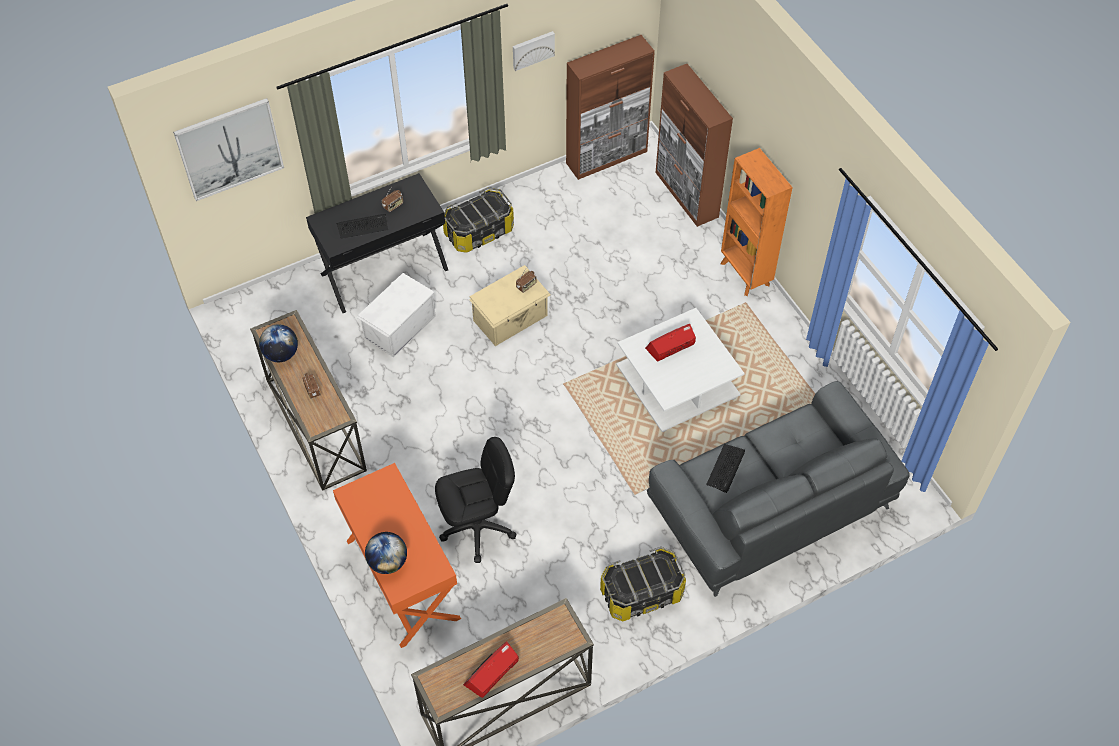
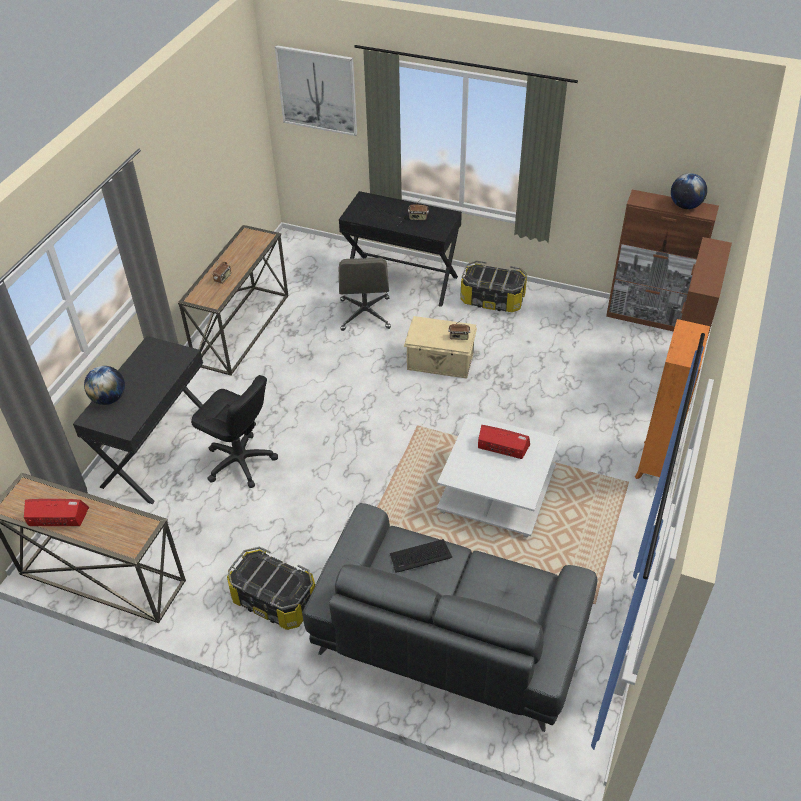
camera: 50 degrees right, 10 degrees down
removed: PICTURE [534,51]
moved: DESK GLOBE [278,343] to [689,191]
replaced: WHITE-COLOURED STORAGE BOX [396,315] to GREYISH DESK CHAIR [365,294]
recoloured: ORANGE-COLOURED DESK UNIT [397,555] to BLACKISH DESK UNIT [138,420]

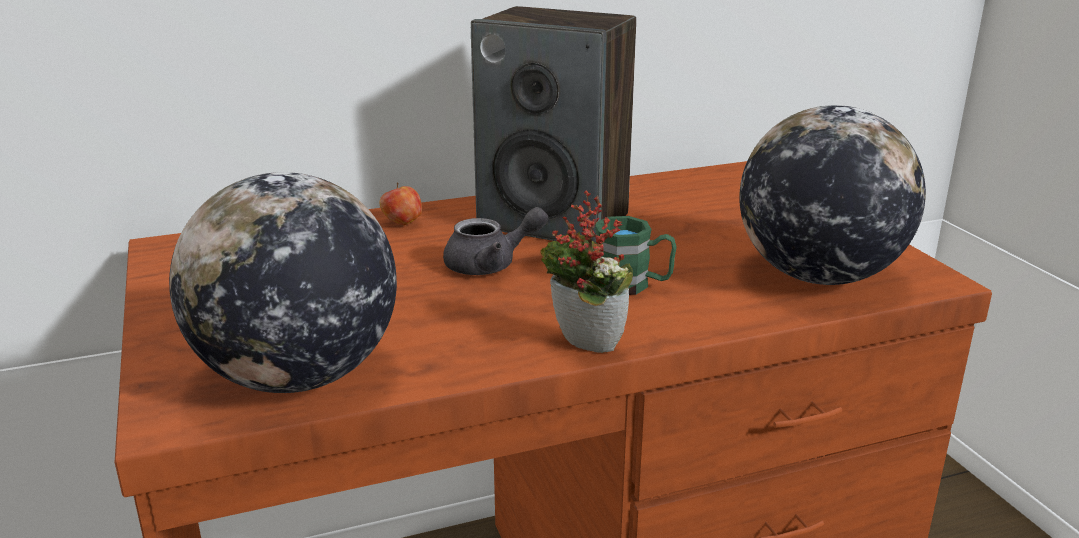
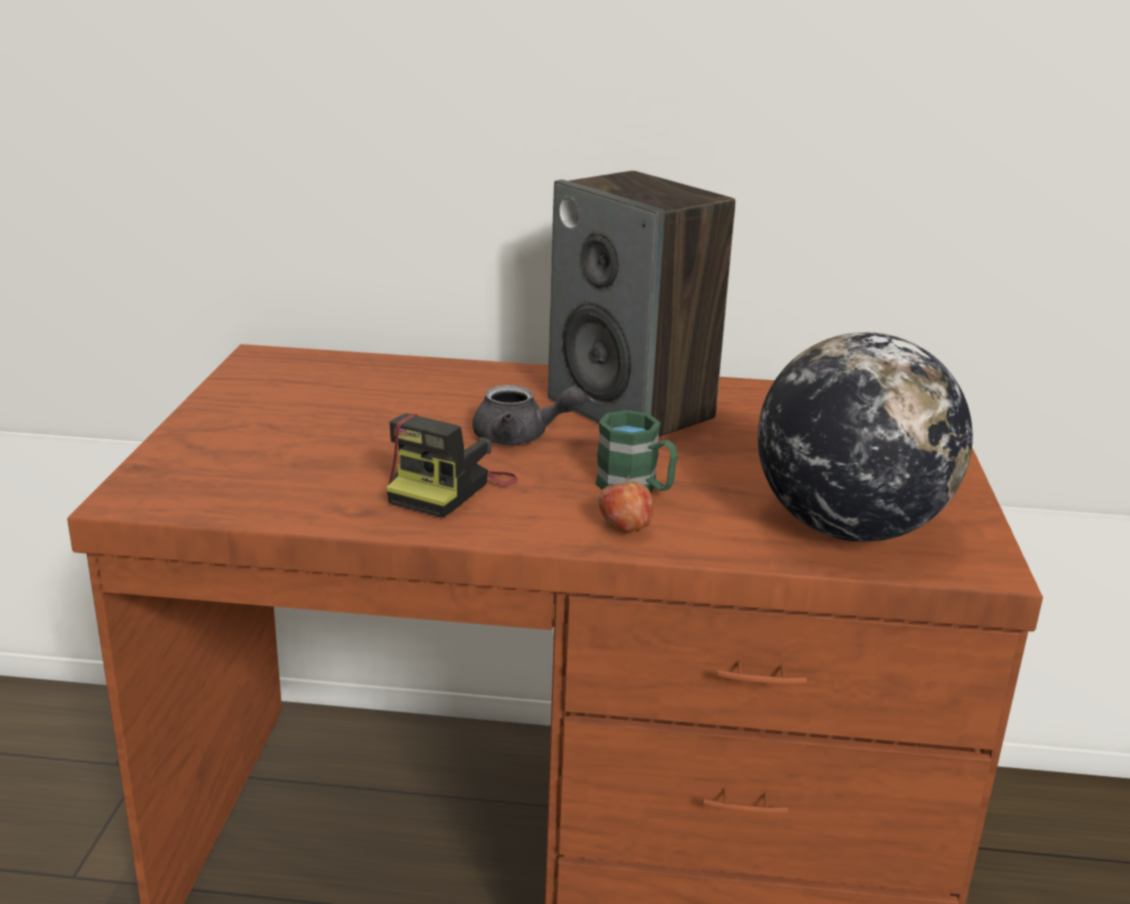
camera: 25 degrees right, 0 degrees up
removed: DESK GLOBE [283,282]; HOUSEPLANT [586,271]
added: PHOTO CAMERA [451,466]
moved: APPLE [400,204] to [625,504]

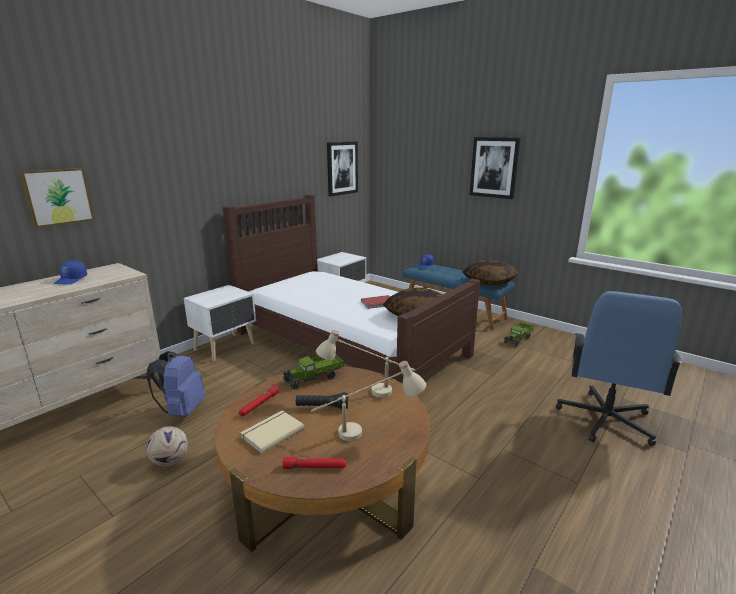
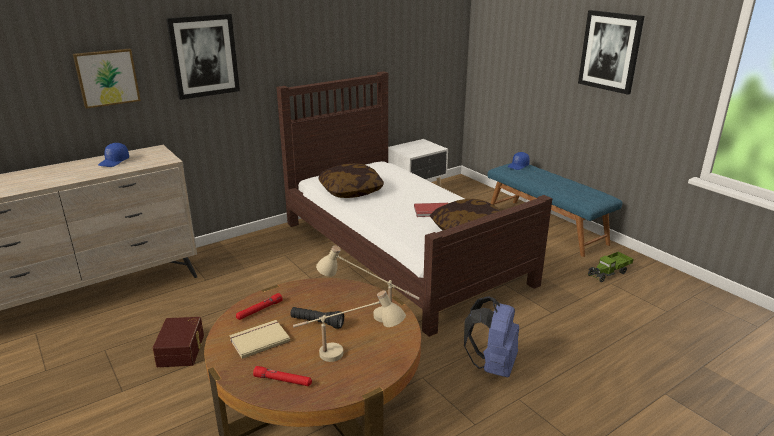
camera: 15 degrees right, 5 degrees up
removed: WHITE-COLOURED BEDSIDE TABLE [220,323]; BLUE DESK CHAIR [619,368]; TOY LORRY [313,372]
moved: PICTURE [342,169] to [203,57]; PILLOW [490,273] to [351,181]; BLUE KNAPSACK [175,383] to [491,336]
replaced: FOOTBALL [167,446] to BROWN-COLOURED STORAGE BOX [178,342]

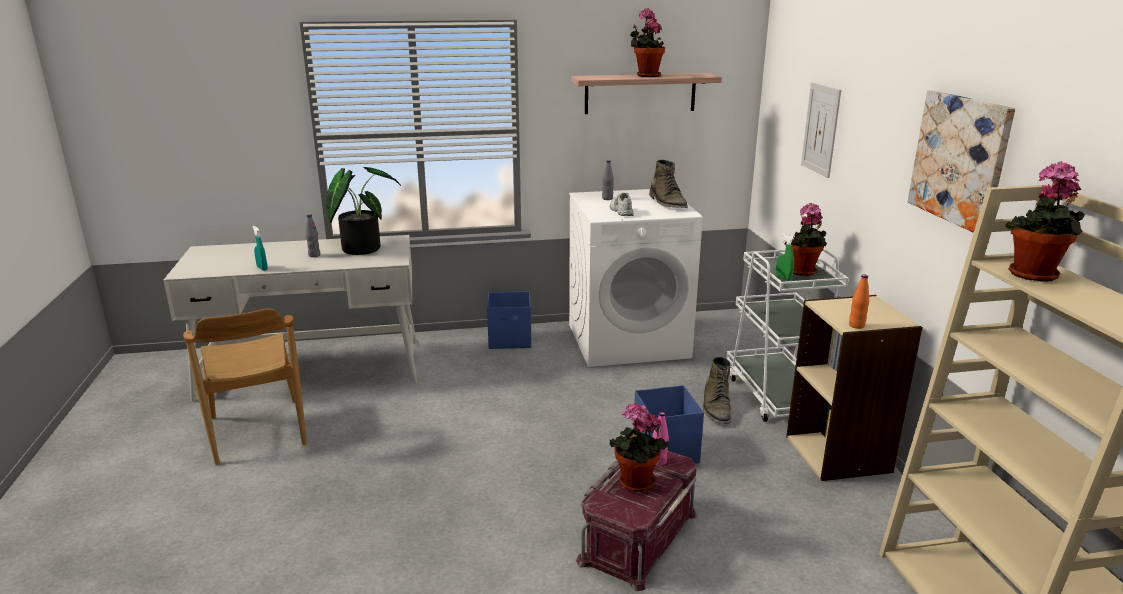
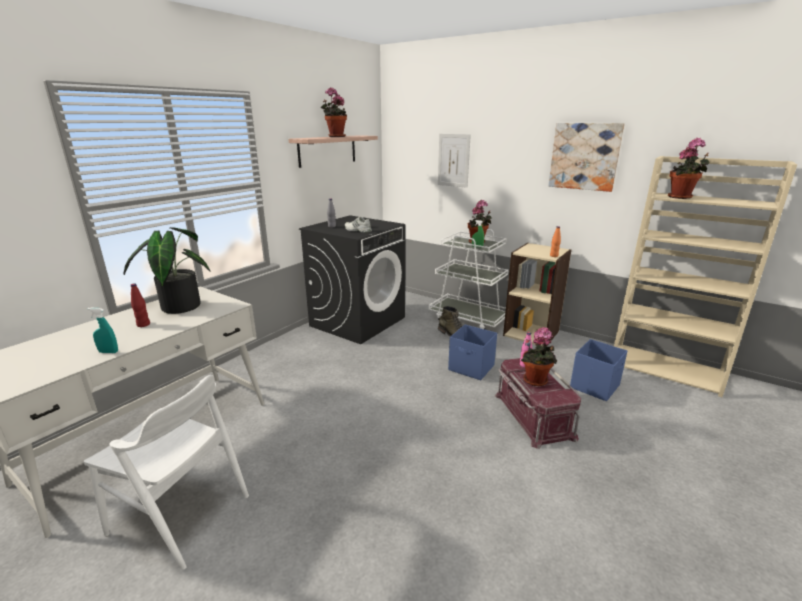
camera: 45 degrees left, 0 degrees up
removed: GREEN BOOT [668,184]
moved: BLUE STORAGE BOX [509,320] to [598,370]
recoloured: WHITE-COLOURED LAUNDRY APPLIANCE [636,278] to BLACKISH LAUNDRY APPLIANCE [352,279]; GREYISH BEVERAGE BOTTLE [313,235] to REDDISH BEVERAGE BOTTLE [140,305]; BROWN-COLOURED CHAIR [245,386] to WHITE-COLOURED CHAIR [166,472]

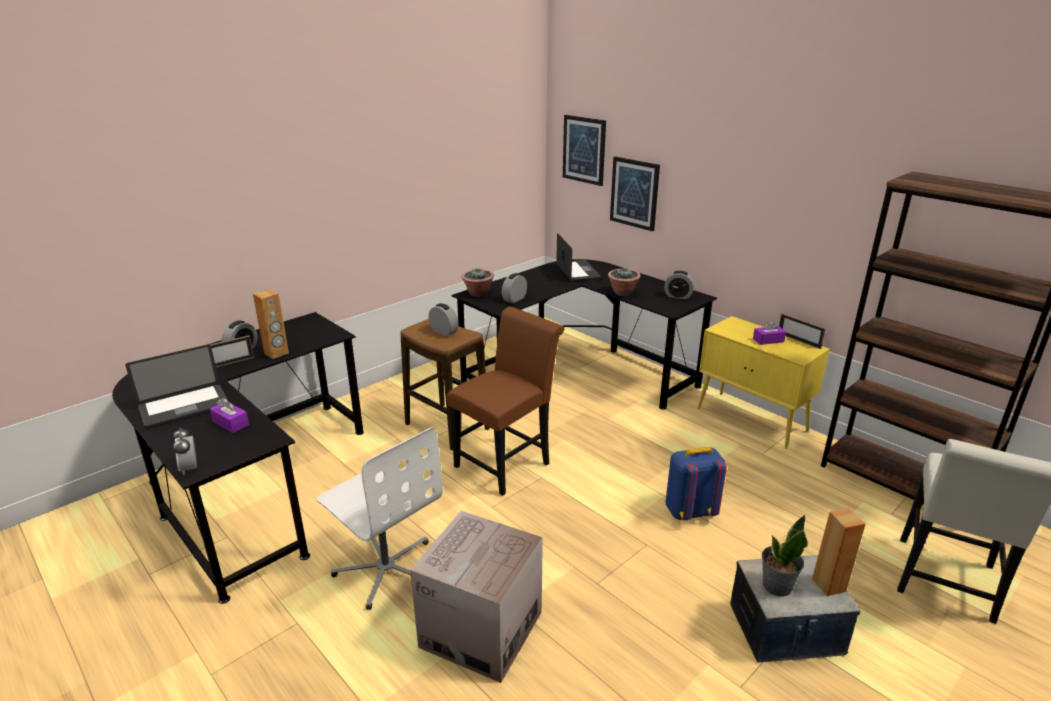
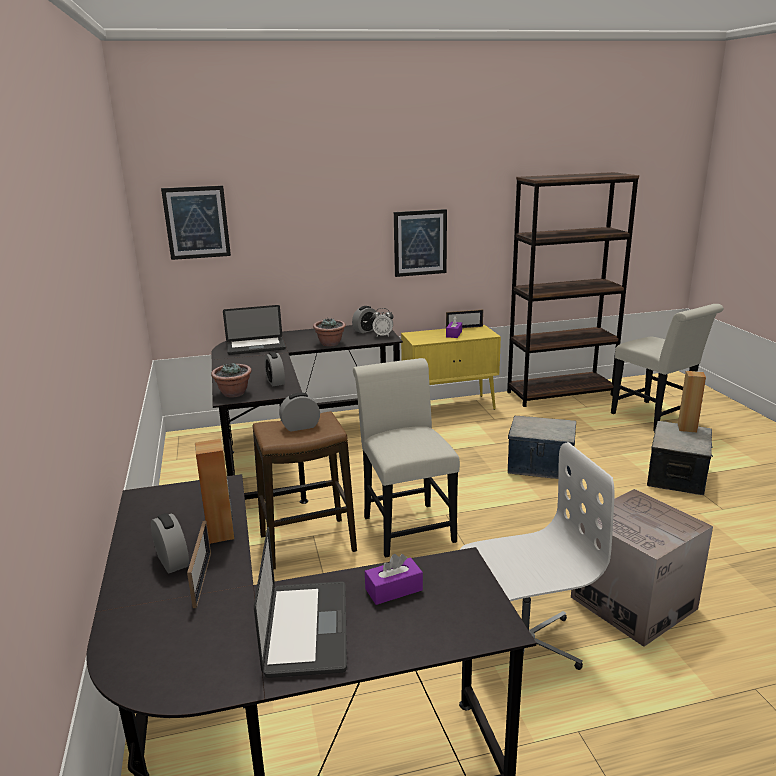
camera: 60 degrees left, 5 degrees down
removed: HOUSEPLANT [785,555]
moved: PICTURE [635,193] to [420,243]; BEDSIDE CLOCK [185,451] to [382,322]
replaced: BLUE KNAPSACK [696,483] to STORAGE BOX [542,447]
recoloured: BROWN-COLOURED CHAIR [505,401] to WHITE-COLOURED CHAIR [406,458]
turned: LAPTOP [578,257] = [254,330] 150 degrees clockwise

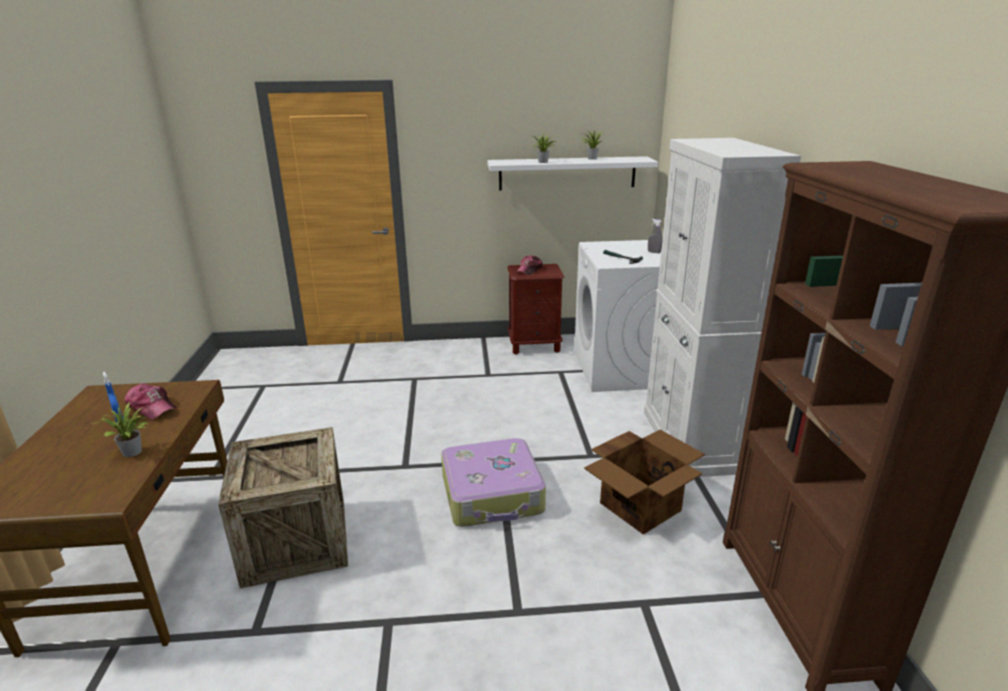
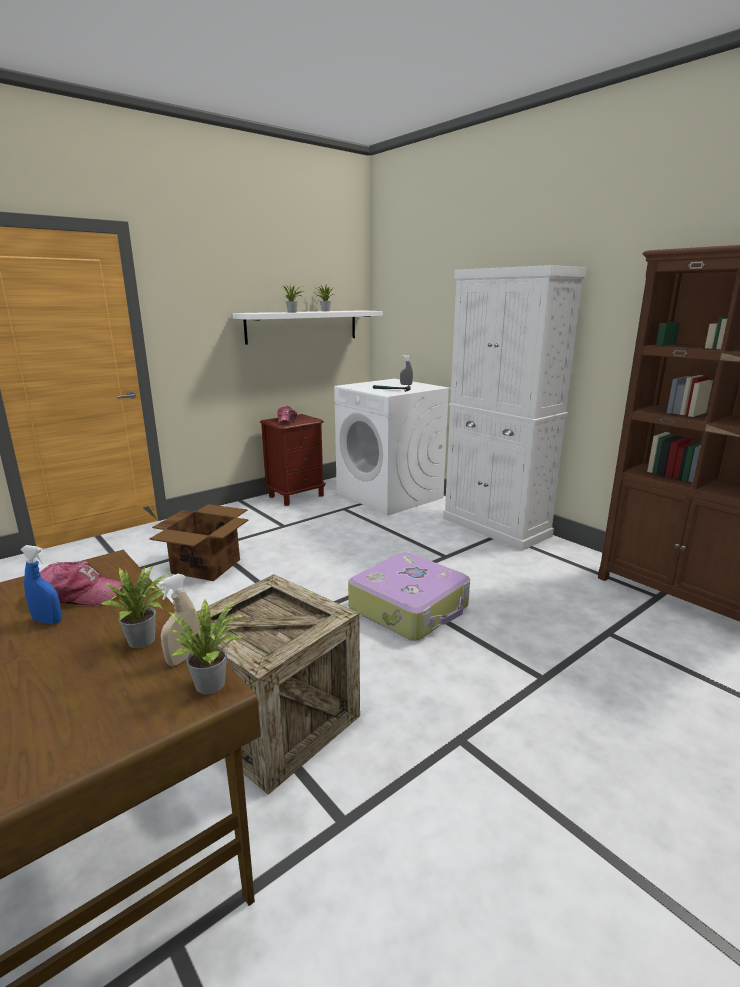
camera: 35 degrees left, 5 degrees down
added: SAND-COLOURED HAND SPRAYER [179,620]; HOUSEPLANT [207,647]
moved: CARDBOARD BOX [644,482] to [199,542]

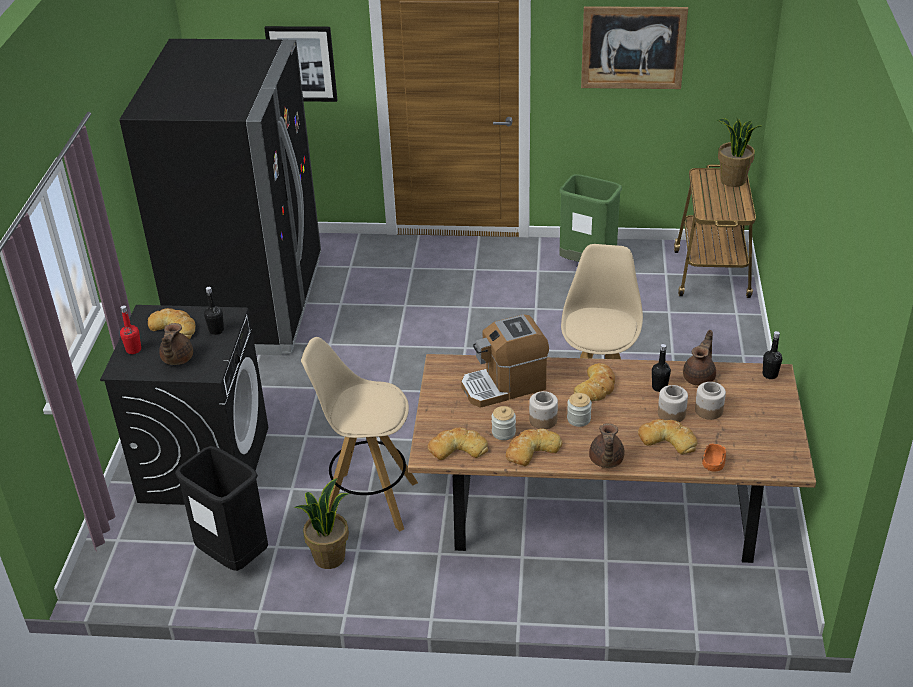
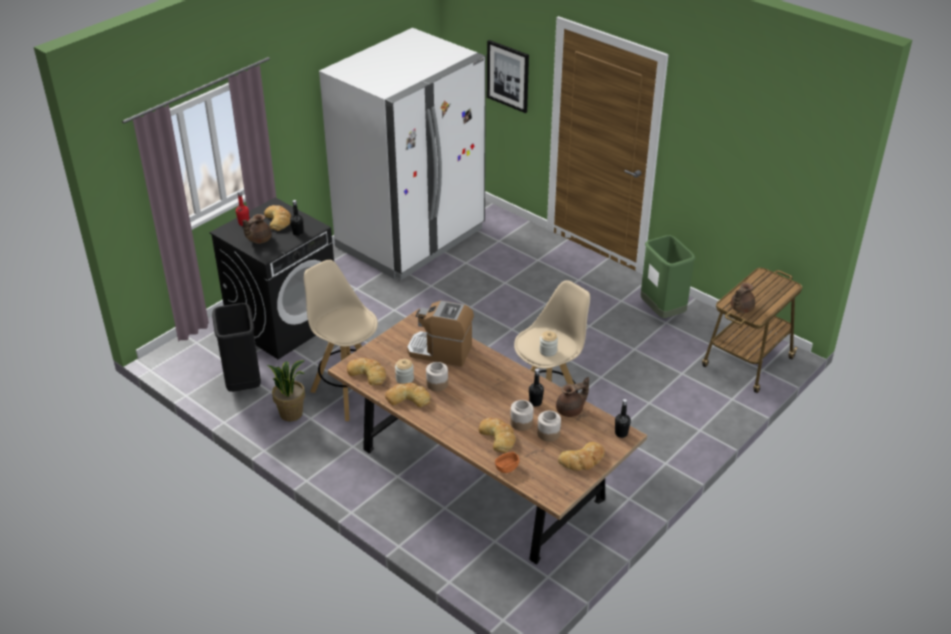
camera: 35 degrees right, 0 degrees up
removed: PICTURE [634,47]; HOUSEPLANT [738,152]
moved: BREAD [594,382] to [581,456]; STORAGE JAR [579,410] to [548,344]; BROWN-COLOURED POT FOR TEA [607,445] to [743,298]
recoloured: BLACKISH FRIDGE [220,197] to WHITE-COLOURED FRIDGE [402,154]

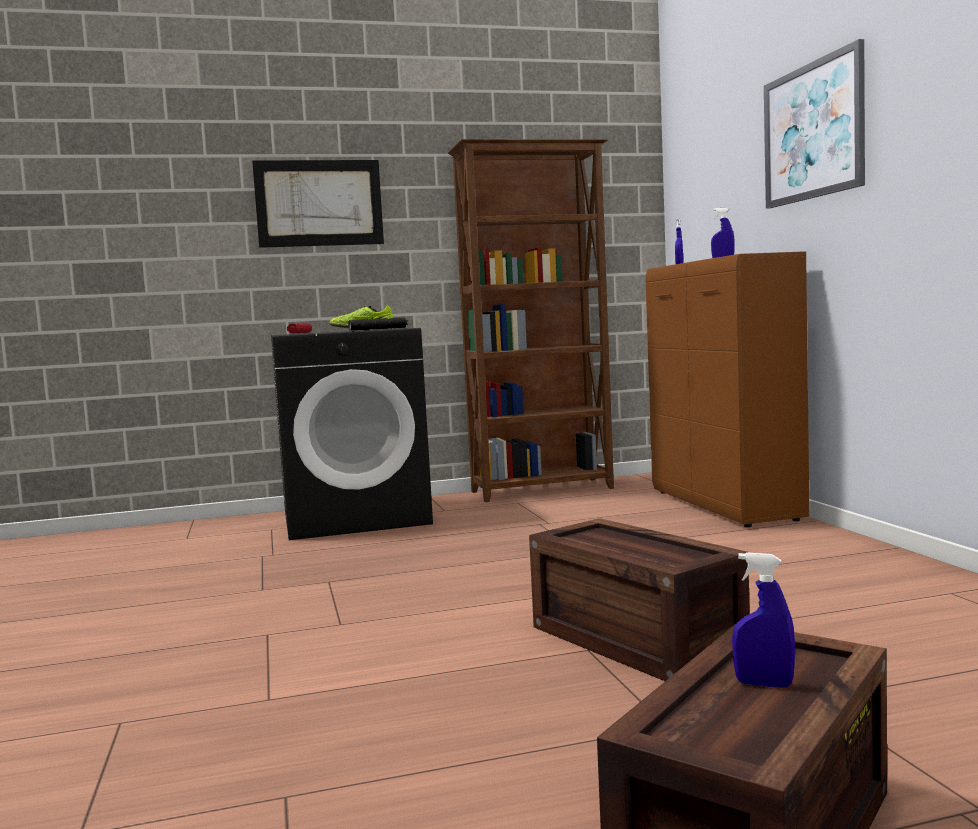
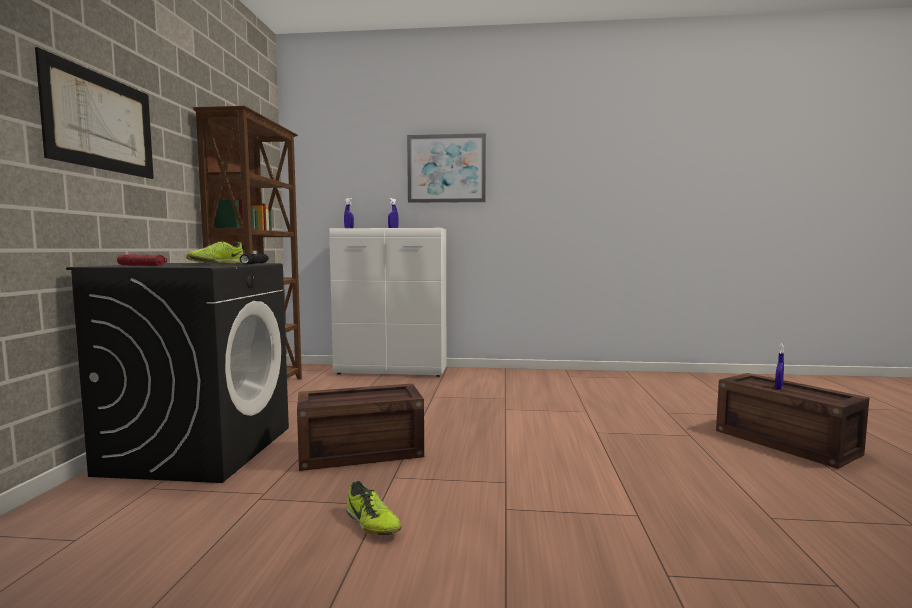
camera: 70 degrees left, 0 degrees up
added: ITEM OF FOOTWEAR [373,508]
moved: SHIPPING CRATE [639,599] to [360,427]
recoloured: BROWN-COLOURED STORAGE CABINET [727,389] to WHITE-COLOURED STORAGE CABINET [387,302]

